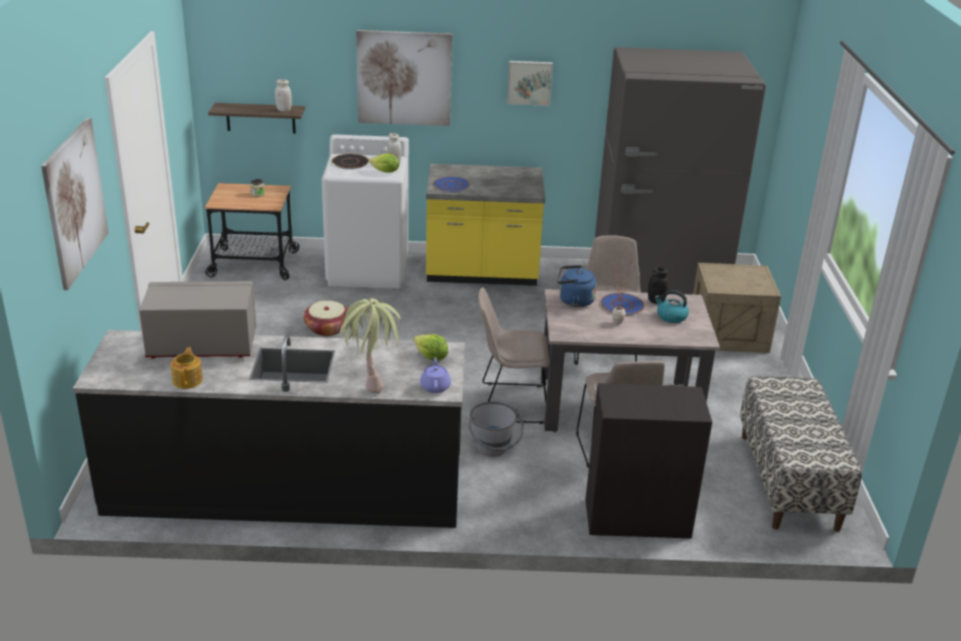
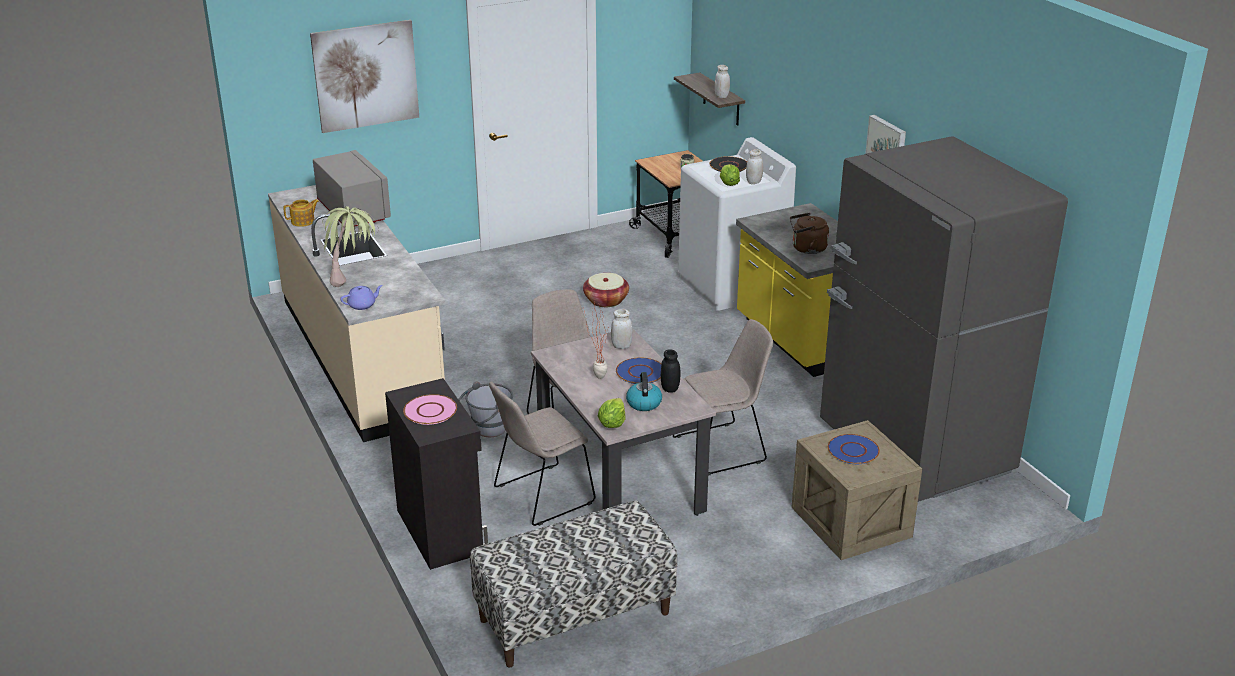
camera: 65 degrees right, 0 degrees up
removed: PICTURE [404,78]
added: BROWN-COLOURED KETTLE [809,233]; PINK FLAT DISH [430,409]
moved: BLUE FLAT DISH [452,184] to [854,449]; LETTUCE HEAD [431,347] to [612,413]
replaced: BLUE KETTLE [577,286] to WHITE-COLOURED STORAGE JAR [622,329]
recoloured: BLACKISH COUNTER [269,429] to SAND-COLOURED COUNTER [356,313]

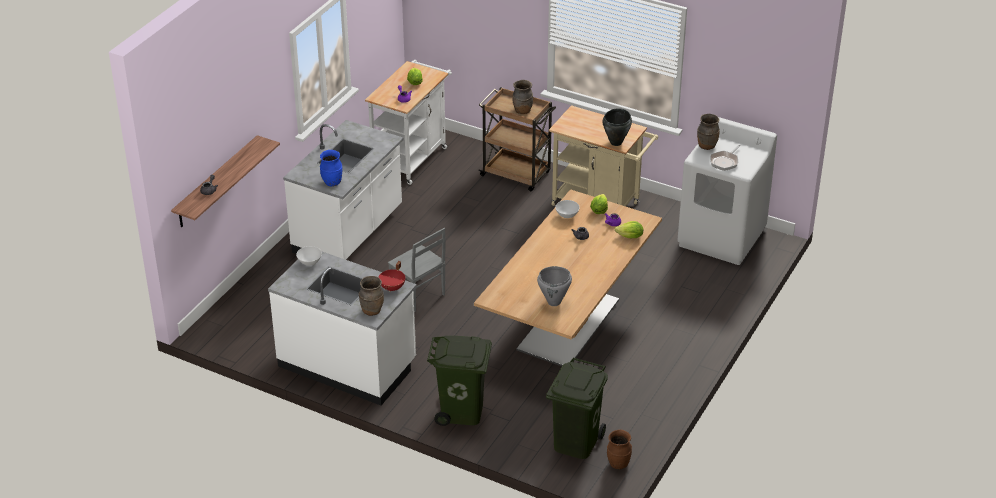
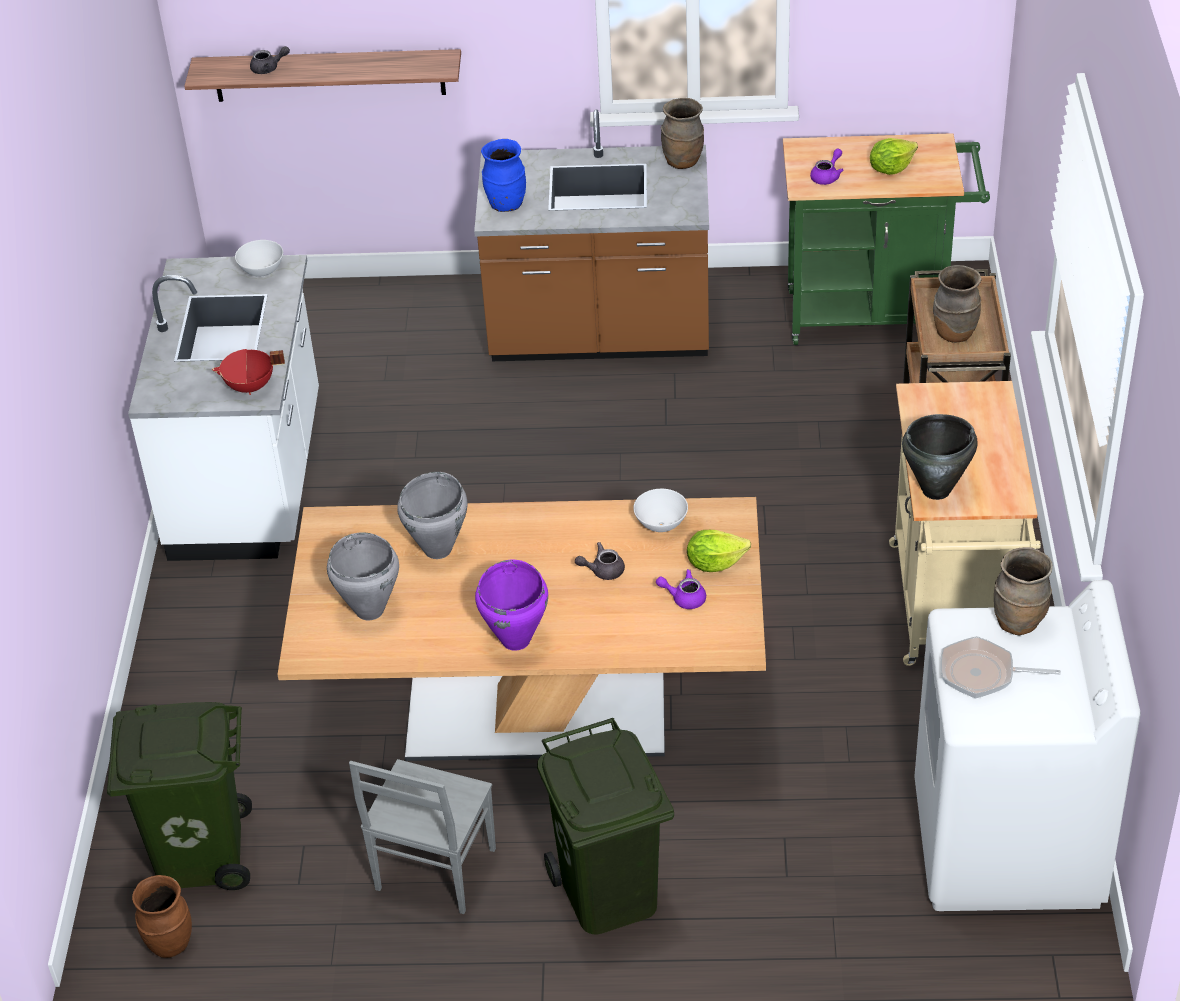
camera: 65 degrees right, 5 degrees up
removed: LETTUCE HEAD [629,229]
added: GREYISH COOKING POT [432,515]; PURPLE COOKING POT [511,605]
moved: GREYISH CHAIR [417,270] to [422,836]; BROWN-COLOURED FLOWER VASE [371,296] to [682,133]; GREEN TRASH CAN [459,381] to [605,826]
recoloured: WHITE-COLOURED CART [408,122] to GREEN CART [886,239]; WHITE-COLOURED COUNTER [343,190] to BROWN-COLOURED COUNTER [591,235]

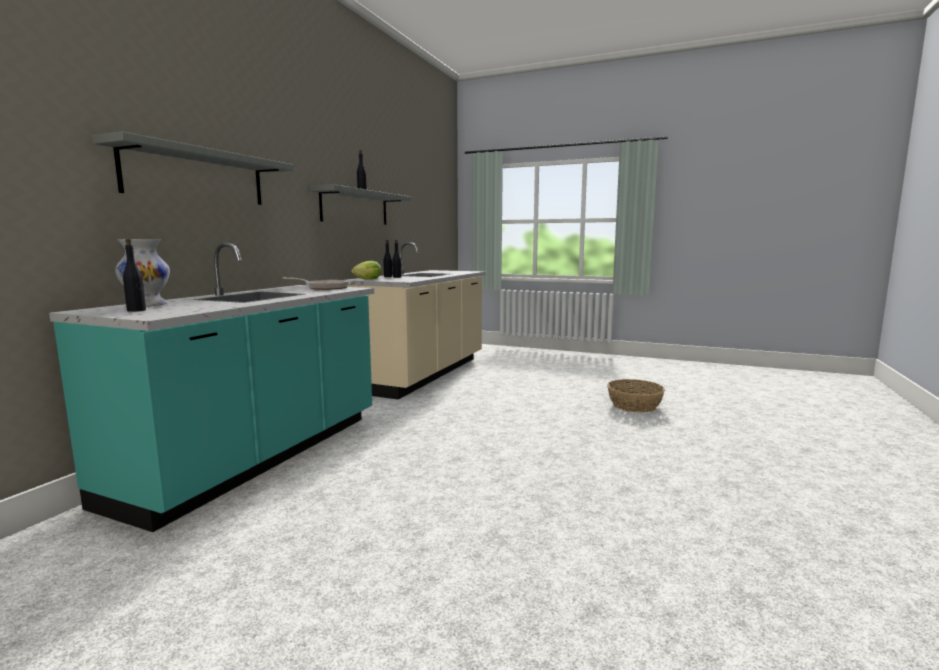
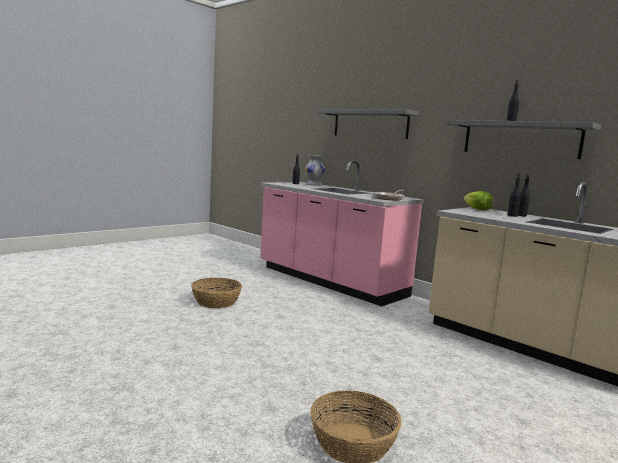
camera: 110 degrees right, 0 degrees up
added: HOUSEHOLD BASKET [216,293]
recoloured: BLUE-GREEN COUNTER [211,387] to PINK COUNTER [342,234]

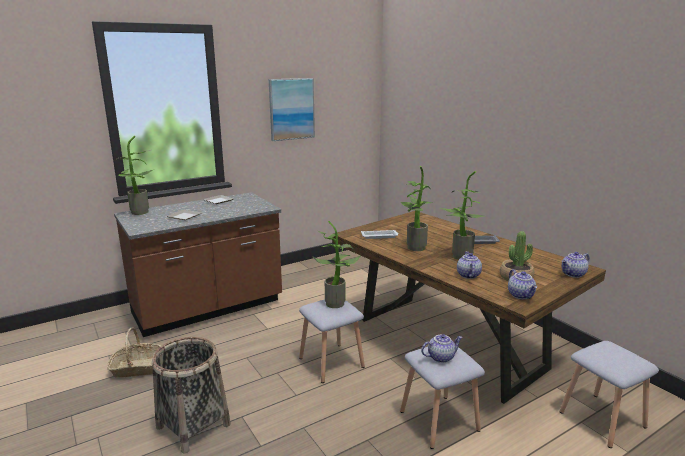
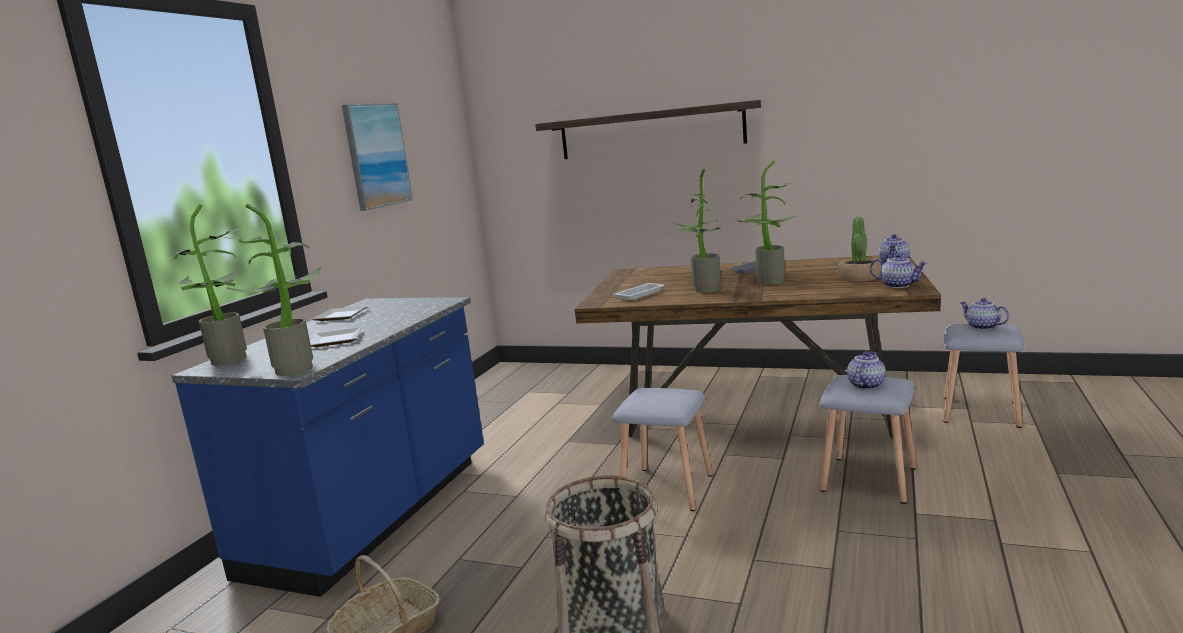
camera: 35 degrees left, 5 degrees down
added: BRACKET SHELF [648,129]
moved: HOUSEPLANT [336,264] to [273,289]; POT FOR TEA [469,265] to [984,314]
recoloured: BROWN-COLOURED COUNTER [198,264] to BLUE COUNTER [328,447]

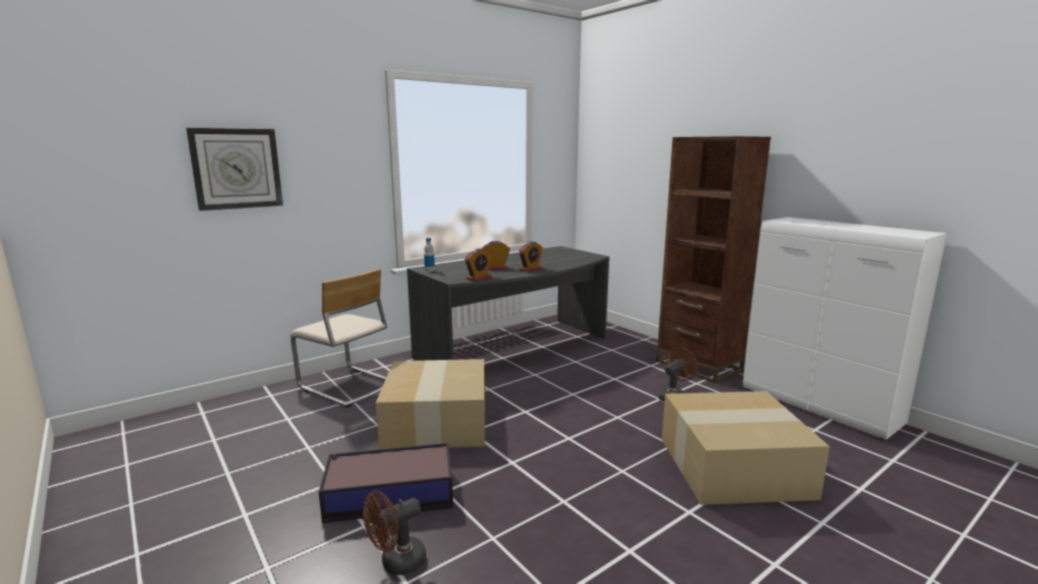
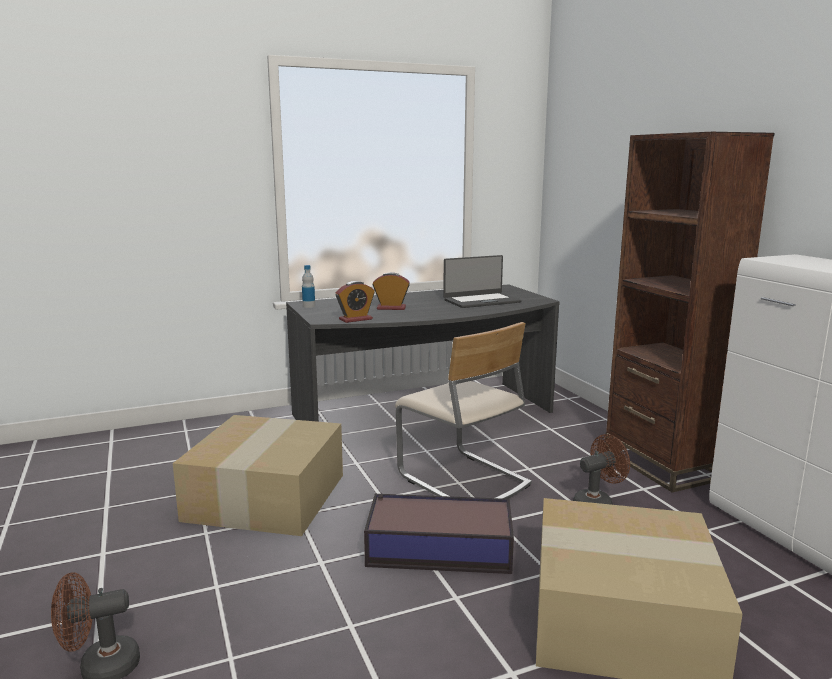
camera: 15 degrees right, 0 degrees up
removed: WALL CLOCK [234,169]; BEDSIDE CLOCK [531,257]
added: LAPTOP [482,281]
moved: SAND-COLOURED CHAIR [338,338] to [463,410]; STORAGE BOX [386,483] to [439,534]

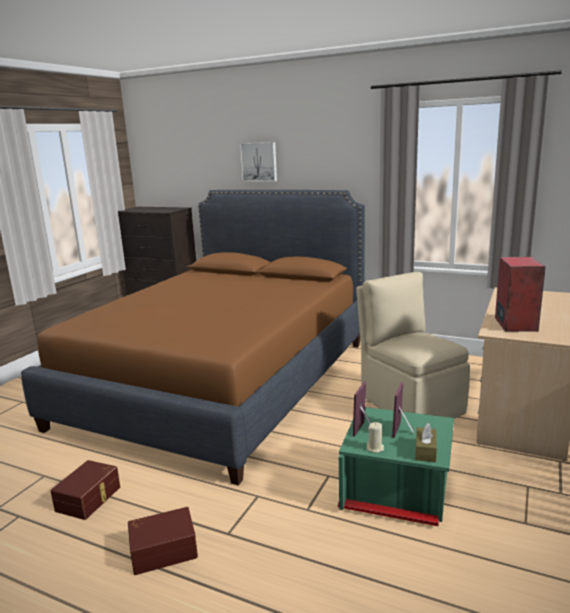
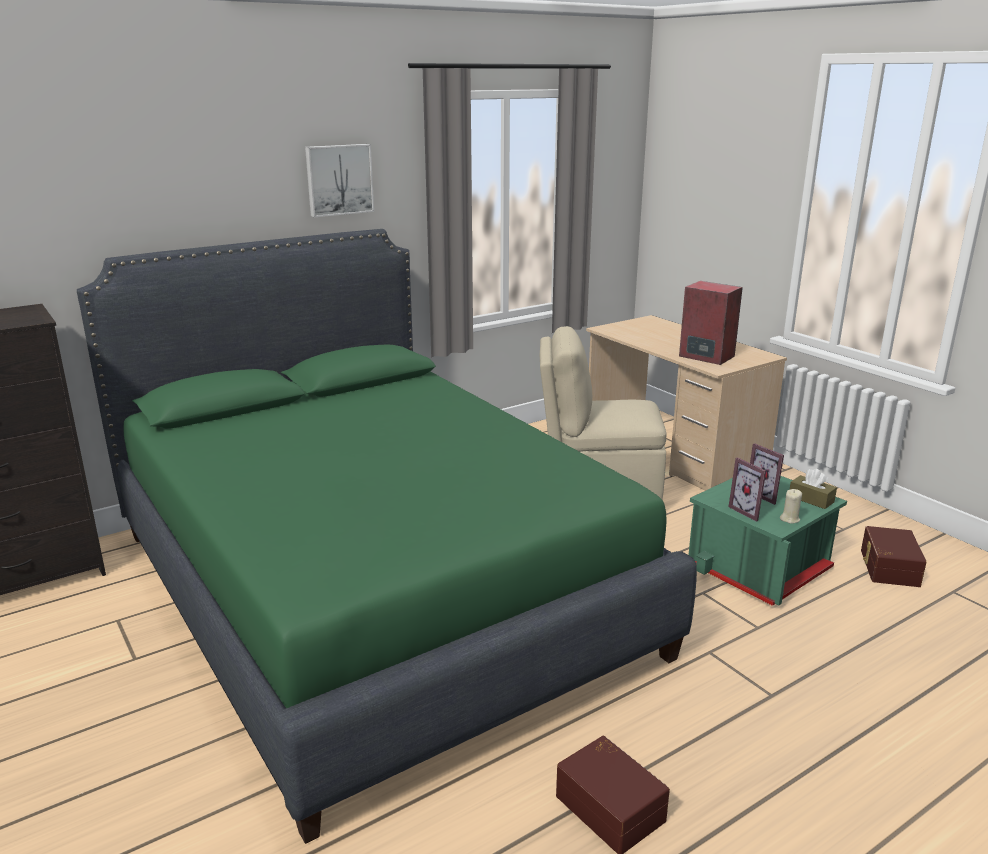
camera: 60 degrees left, 5 degrees up
moved: PICTURE [258,162] to [339,180]; BROWN-COLOURED STORAGE BOX [163,541] to [894,556]
recoloured: BROWN-COLOURED BED [193,337] to GREEN BED [387,536]

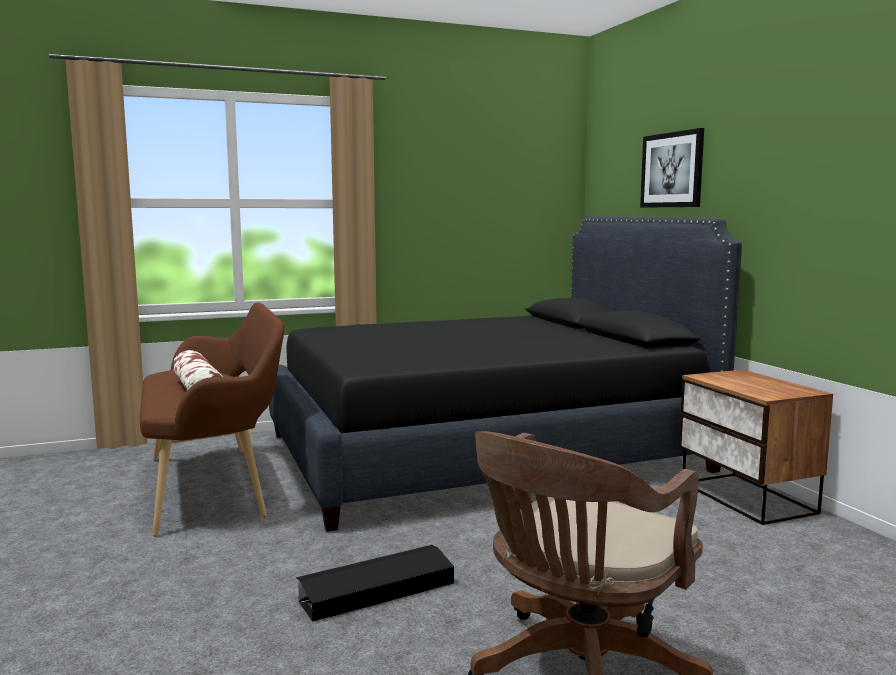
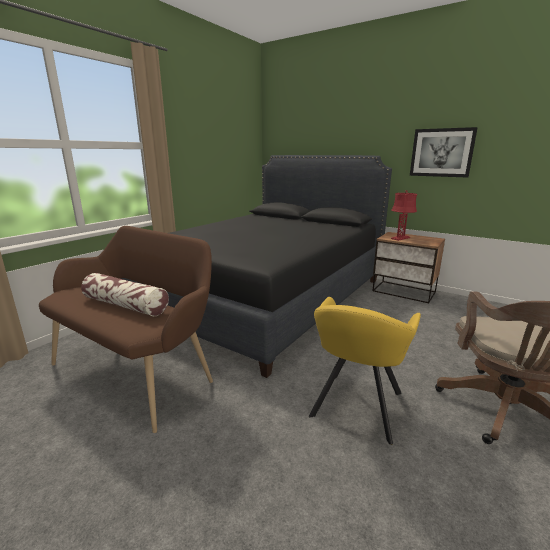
camera: 35 degrees left, 10 degrees up
added: REDDISH TABLE LAMP [404,215]
moved: PICTURE [672,168] to [444,152]
replaced: BLACKISH STORAGE BOX [375,583] to YELLOW ARMCHAIR [365,371]

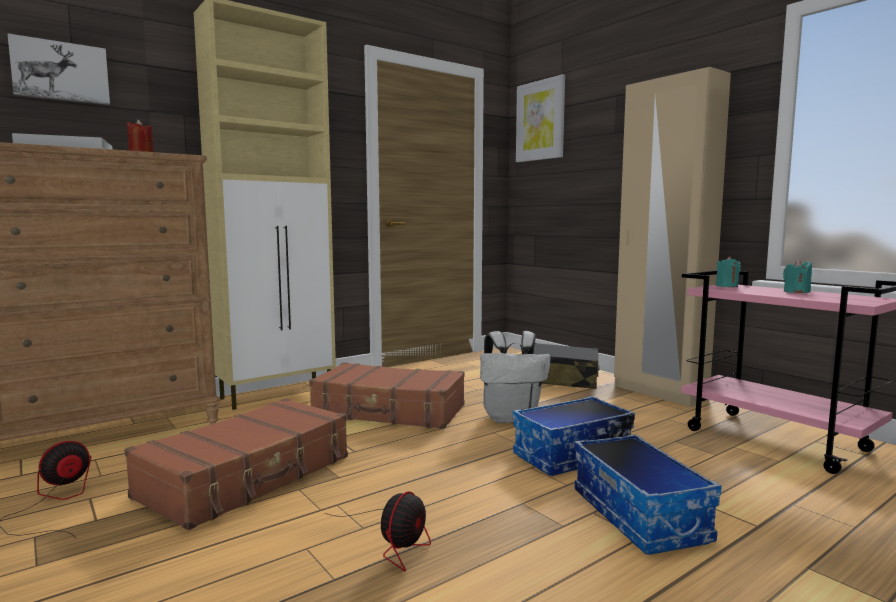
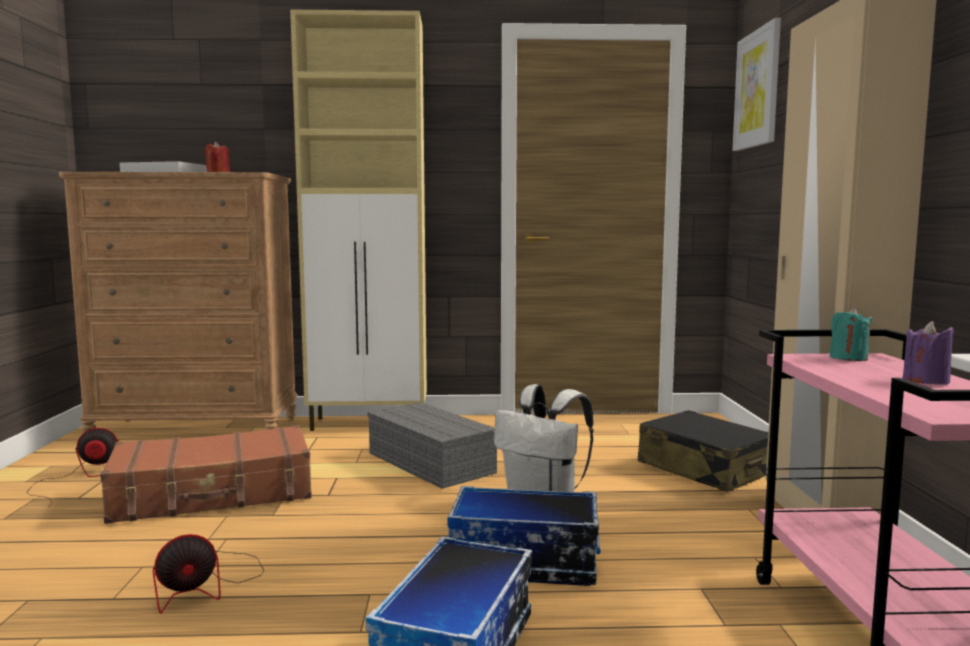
camera: 35 degrees right, 0 degrees up
removed: PICTURE [59,69]
replaced: BROWN-COLOURED TRAVEL CASE [387,395] to GREYISH STORAGE BOX [432,445]
recoloured: BLUE-GREEN CANDLE [797,276] to PURPLE CANDLE [928,353]

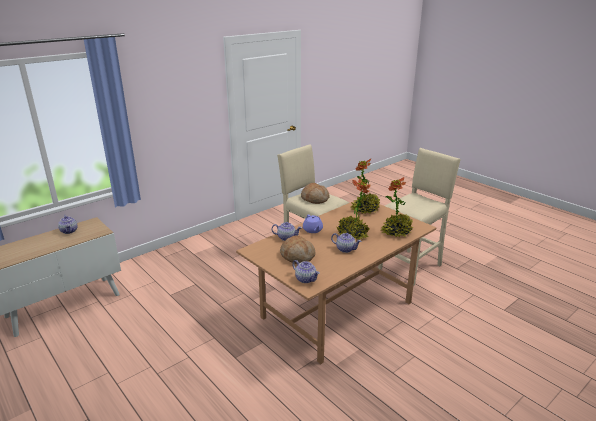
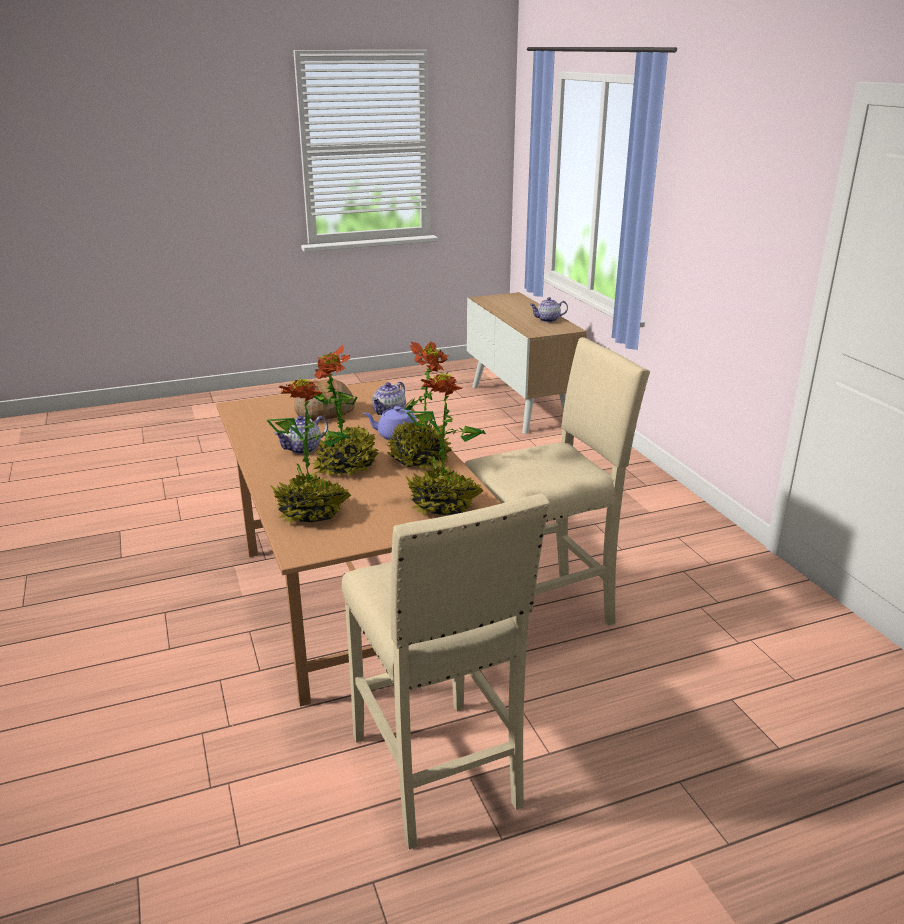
camera: 110 degrees right, 0 degrees up
removed: BREAD [315,193]; POT FOR TEA [306,271]
added: HOUSEPLANT [418,405]

